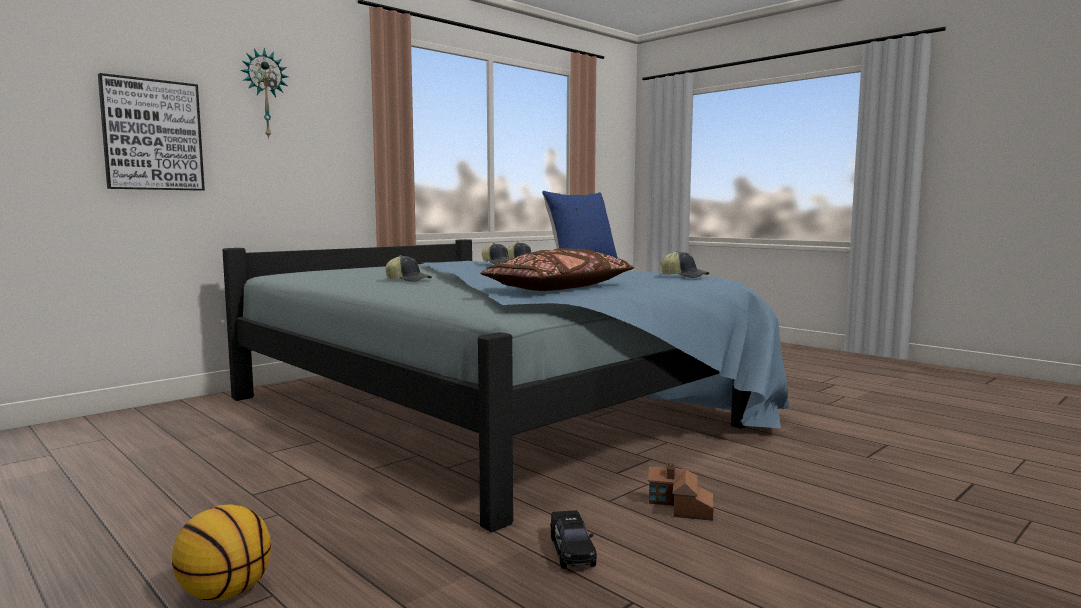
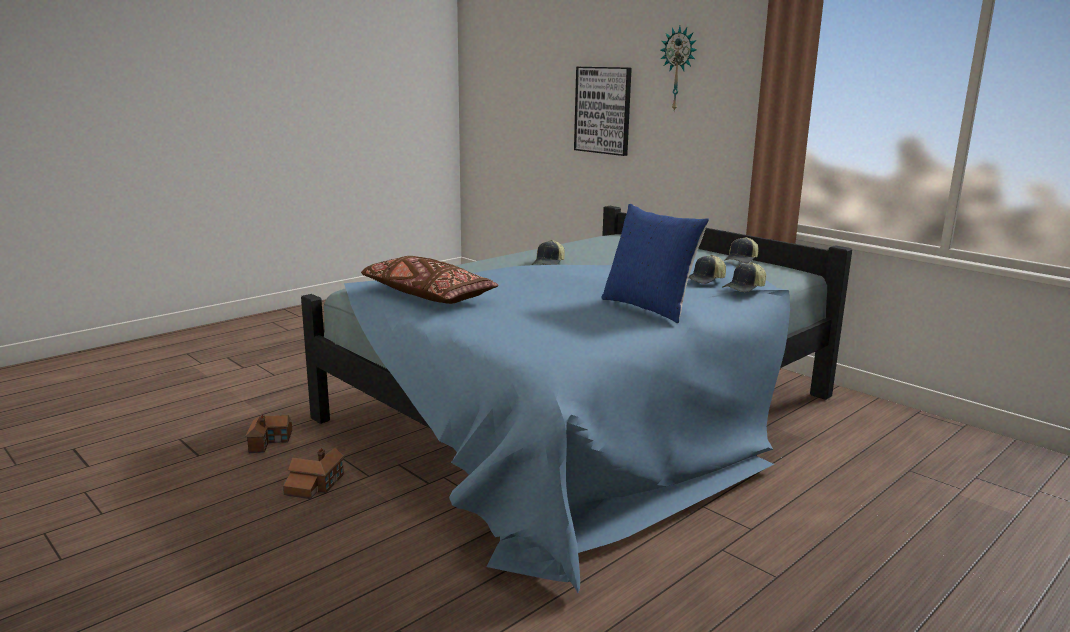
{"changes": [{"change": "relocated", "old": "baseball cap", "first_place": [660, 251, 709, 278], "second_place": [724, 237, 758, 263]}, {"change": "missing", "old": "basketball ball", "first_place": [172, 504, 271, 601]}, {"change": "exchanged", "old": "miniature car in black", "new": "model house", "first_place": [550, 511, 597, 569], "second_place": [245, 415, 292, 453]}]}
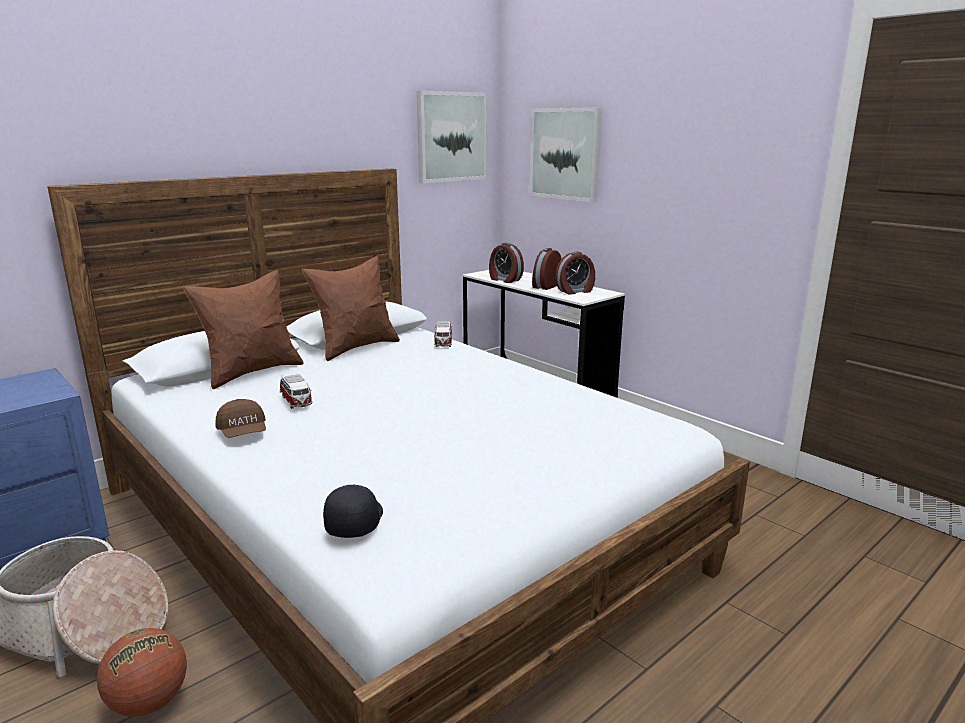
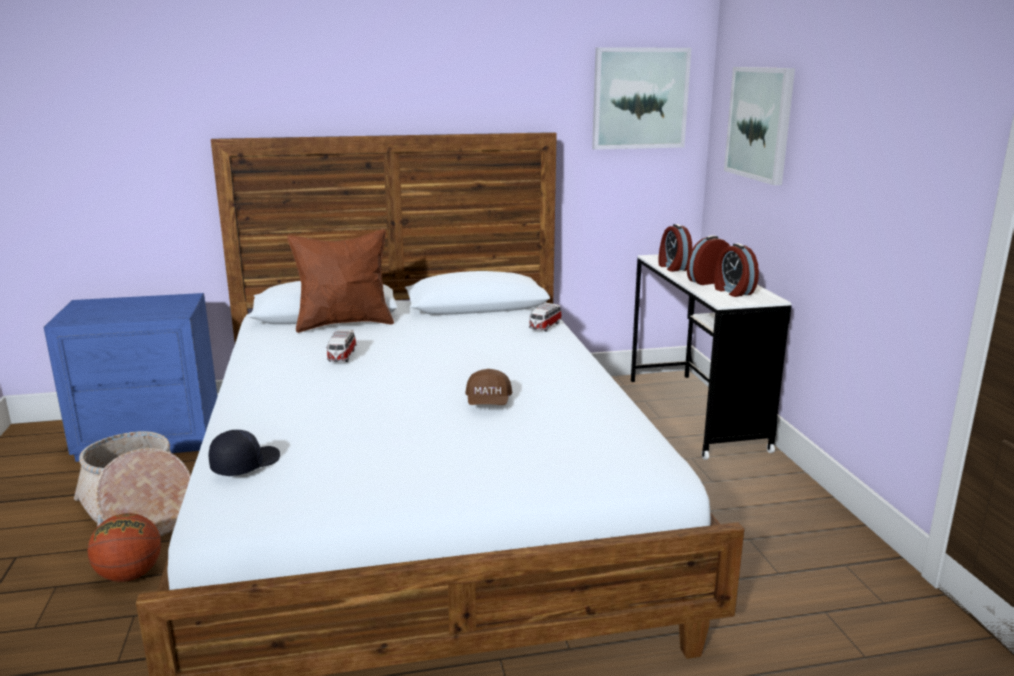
{"changes": [{"change": "spun", "old": "table clock", "first_place": [555, 252, 595, 295], "second_place": [714, 244, 759, 297], "degrees": 60}, {"change": "missing", "old": "pillow in brown-coloured", "first_place": [302, 256, 400, 361]}, {"change": "relocated", "old": "baseball cap in brown-coloured", "first_place": [215, 399, 266, 438], "second_place": [465, 369, 512, 405]}]}
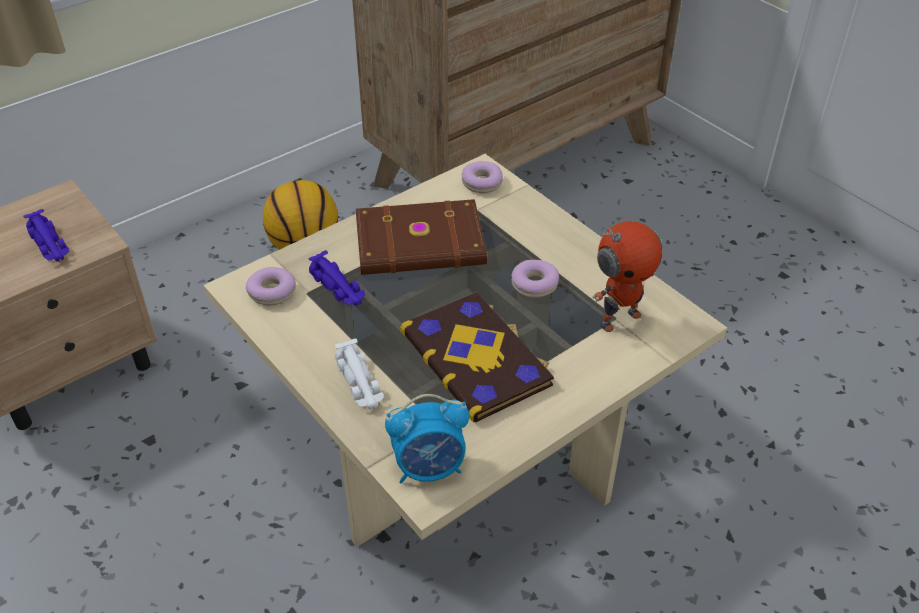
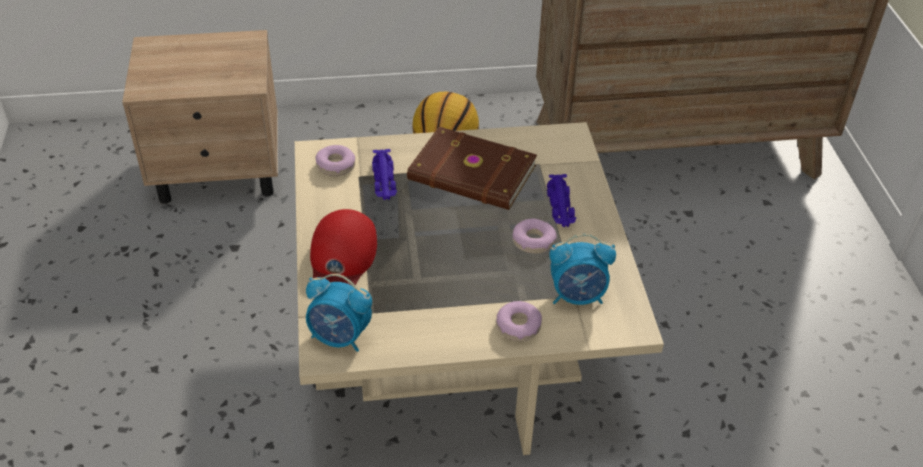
{"changes": [{"change": "relocated", "old": "donut", "first_place": [462, 161, 503, 193], "second_place": [496, 301, 542, 342]}, {"change": "relocated", "old": "miniature car in purple", "first_place": [23, 209, 69, 261], "second_place": [547, 174, 576, 227]}, {"change": "exchanged", "old": "toy robot", "new": "table clock", "first_place": [593, 221, 662, 332], "second_place": [549, 234, 616, 305]}, {"change": "missing", "old": "bound book", "first_place": [400, 292, 554, 422]}, {"change": "exchanged", "old": "miniature car in white", "new": "baseball cap in red-coloured", "first_place": [335, 338, 383, 409], "second_place": [310, 209, 377, 285]}]}
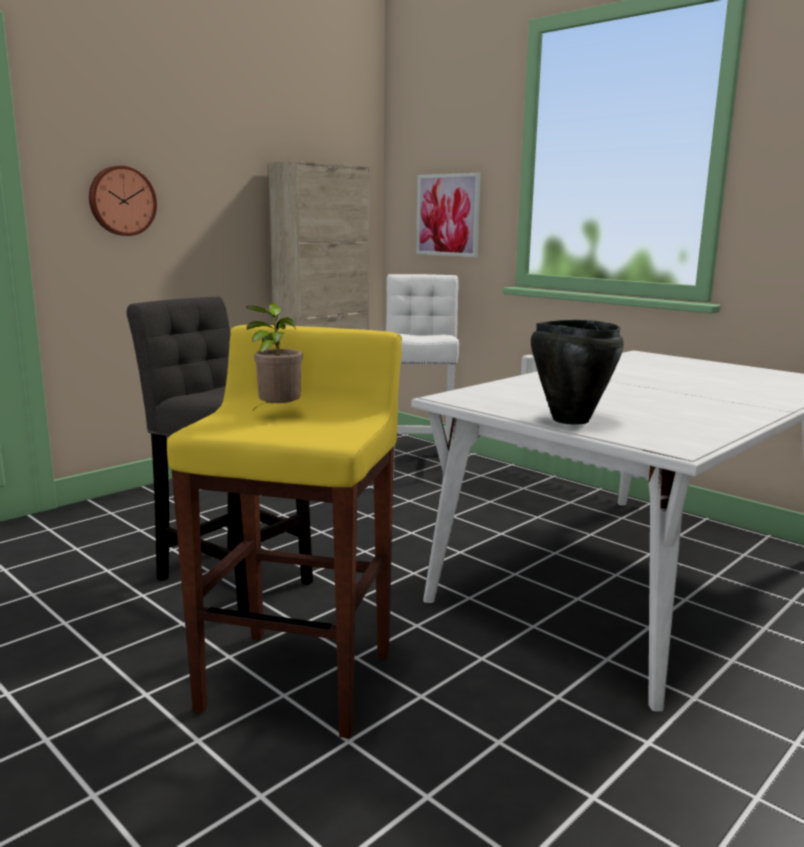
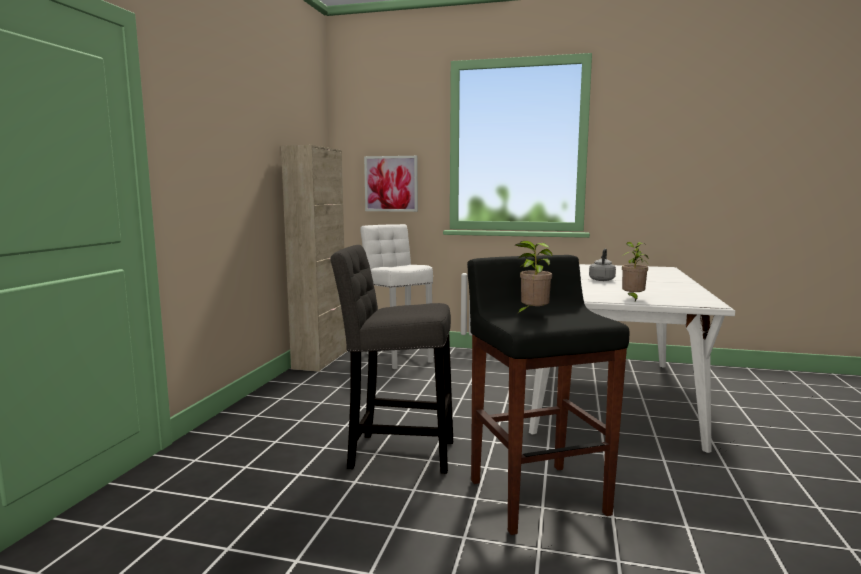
{"changes": [{"change": "missing", "old": "hanging clock", "first_place": [89, 165, 157, 236]}, {"change": "exchanged", "old": "cooking pot in black", "new": "plant in a pot", "first_place": [531, 320, 624, 425], "second_place": [622, 242, 649, 301]}, {"change": "colour", "old": "sitting stool in yellow", "new": "sitting stool in black", "first_place": [167, 325, 402, 739], "second_place": [467, 255, 629, 535]}, {"change": "appeared", "new": "kettle in greyish", "second_place": [589, 249, 616, 281]}]}
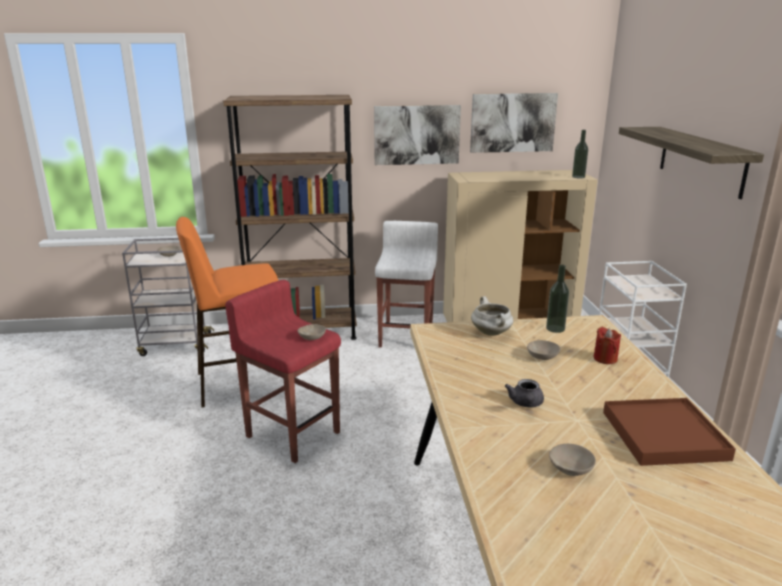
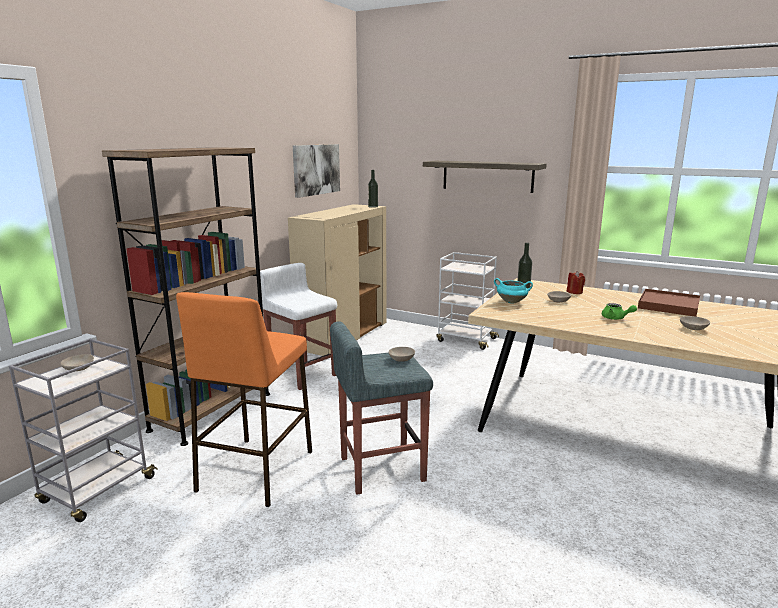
{"changes": [{"change": "missing", "old": "picture", "first_place": [374, 105, 461, 165]}, {"change": "colour", "old": "sitting stool in red-coloured", "new": "sitting stool in greyish", "first_place": [225, 280, 341, 463], "second_place": [330, 321, 433, 495]}, {"change": "colour", "old": "cooking pot in white", "new": "cooking pot in turquoise-coloured", "first_place": [471, 296, 513, 336], "second_place": [494, 278, 533, 304]}, {"change": "colour", "old": "teapot in greyish", "new": "teapot in green", "first_place": [505, 379, 544, 407], "second_place": [602, 303, 637, 320]}]}
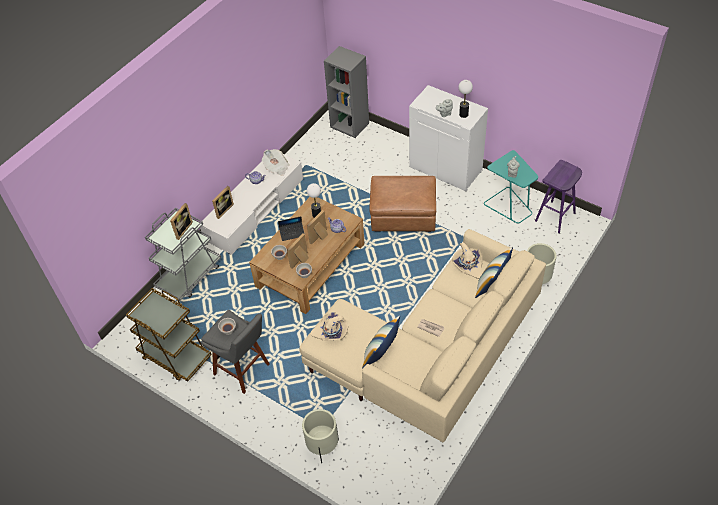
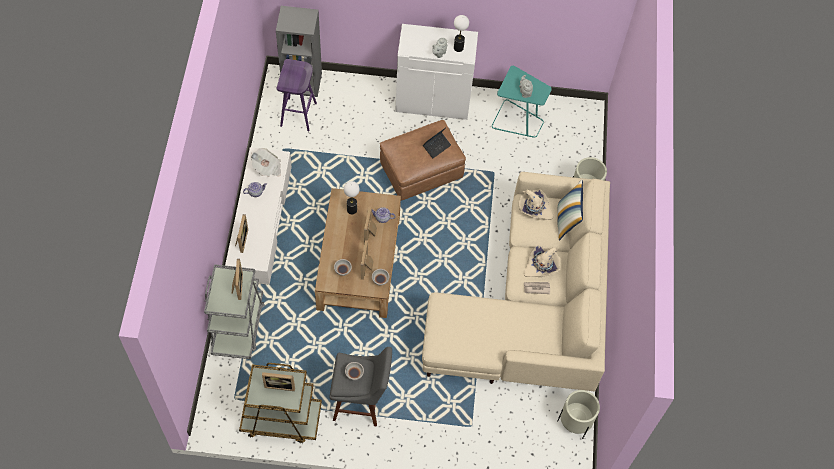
{"changes": [{"change": "relocated", "old": "sitting stool in purple", "first_place": [535, 160, 582, 233], "second_place": [276, 59, 317, 131]}, {"change": "relocated", "old": "laptop", "first_place": [278, 216, 305, 241], "second_place": [423, 128, 451, 158]}, {"change": "relocated", "old": "wearable hat in beige-coloured", "first_place": [310, 312, 348, 341], "second_place": [524, 246, 560, 277]}, {"change": "missing", "old": "pillow", "first_place": [362, 316, 400, 369]}, {"change": "relocated", "old": "plant pot in beige-coloured", "first_place": [302, 409, 339, 463], "second_place": [557, 390, 600, 439]}, {"change": "appeared", "new": "standing frame", "second_place": [262, 372, 295, 391]}]}
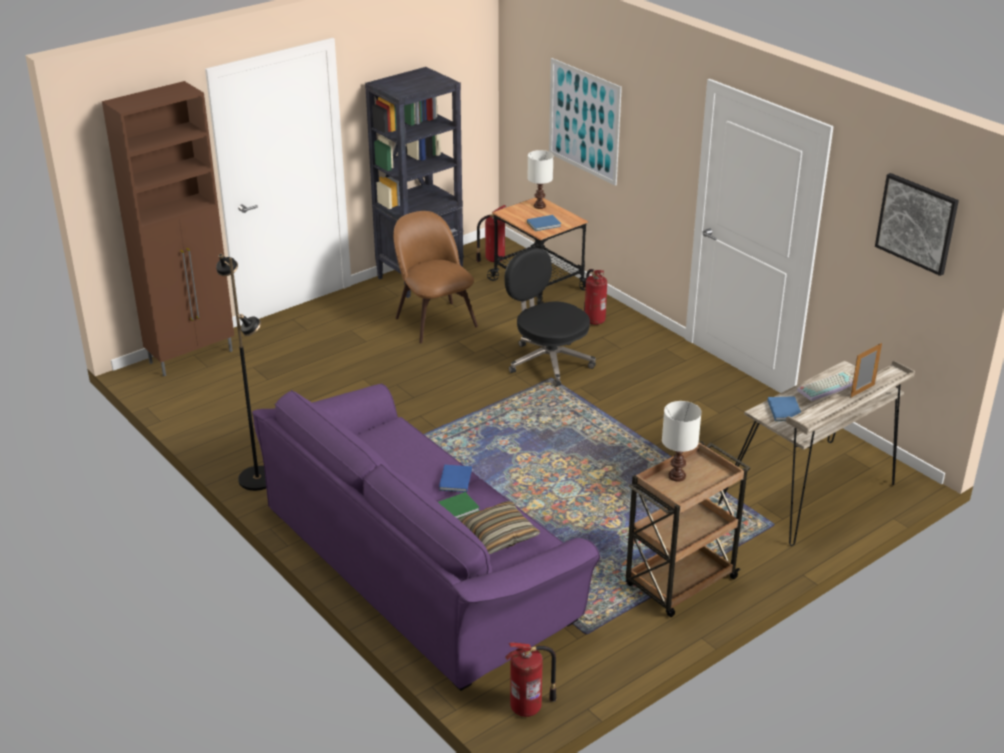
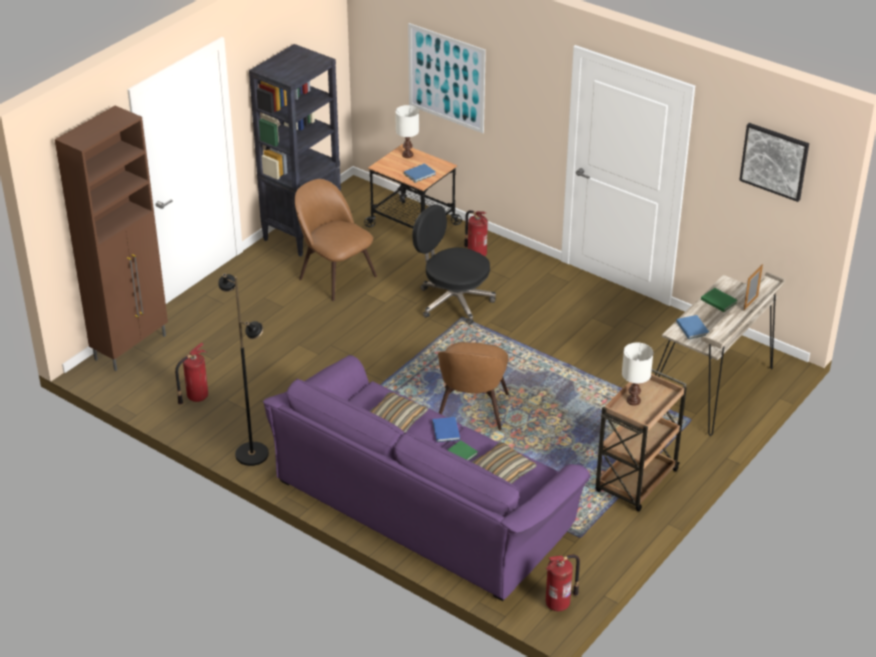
{"changes": [{"change": "relocated", "old": "extinguisher", "first_place": [476, 205, 506, 262], "second_place": [175, 343, 208, 405]}, {"change": "exchanged", "old": "keyboard", "new": "bound book in green", "first_place": [797, 371, 854, 401], "second_place": [701, 288, 737, 312]}, {"change": "appeared", "new": "upright chair in brown-coloured", "second_place": [438, 342, 509, 430]}, {"change": "appeared", "new": "pillow", "second_place": [370, 392, 428, 432]}]}
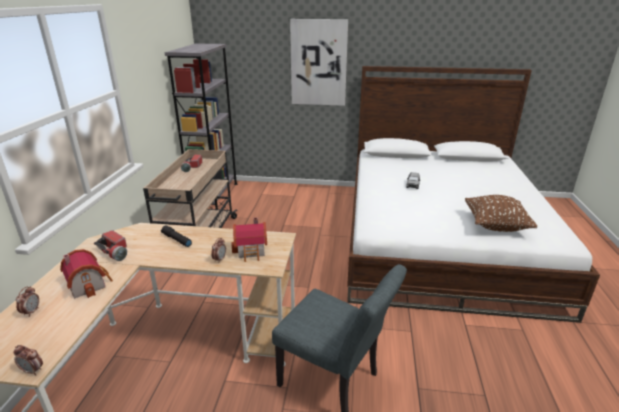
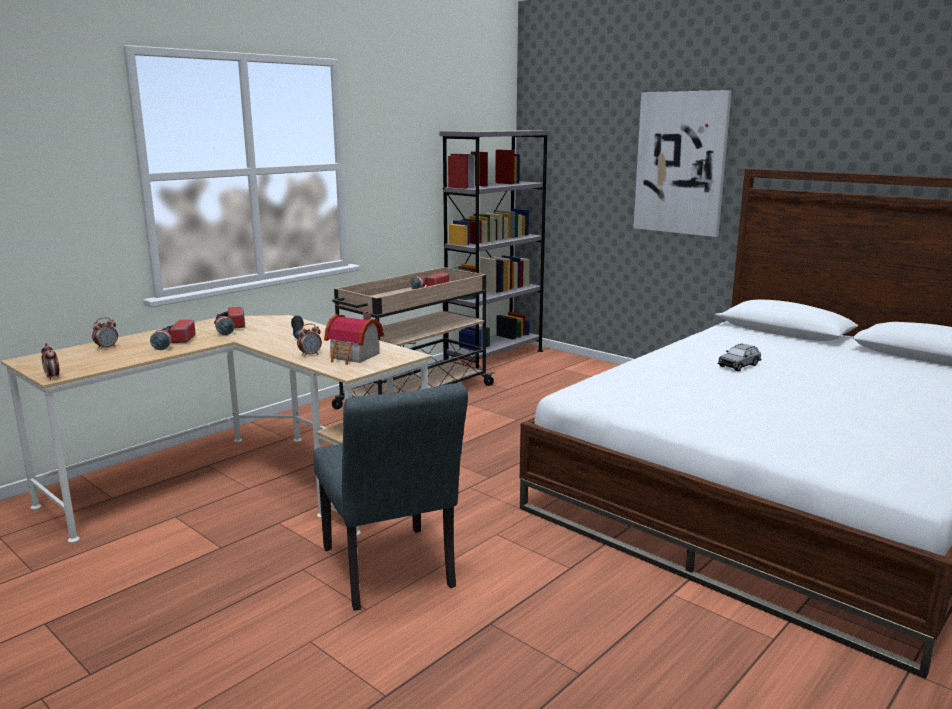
{"changes": [{"change": "missing", "old": "pillow in brown-coloured", "first_place": [465, 195, 537, 232]}, {"change": "exchanged", "old": "model house", "new": "torch", "first_place": [60, 249, 113, 299], "second_place": [150, 319, 196, 350]}]}
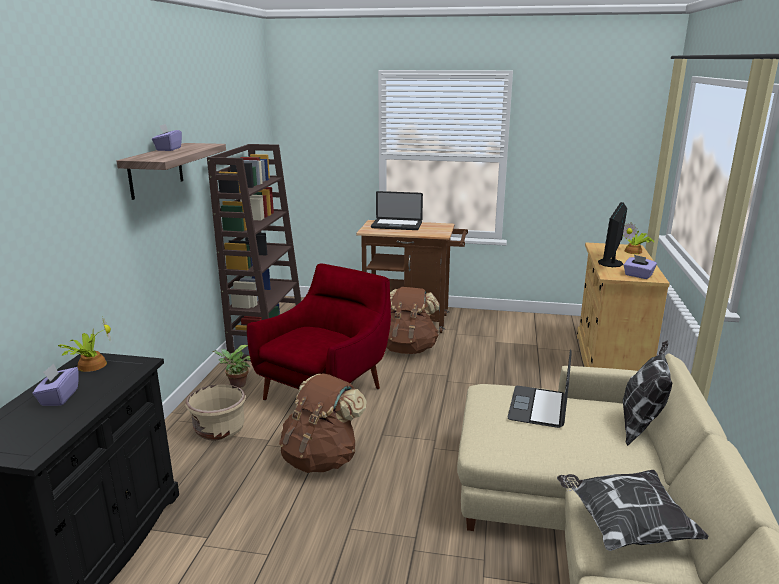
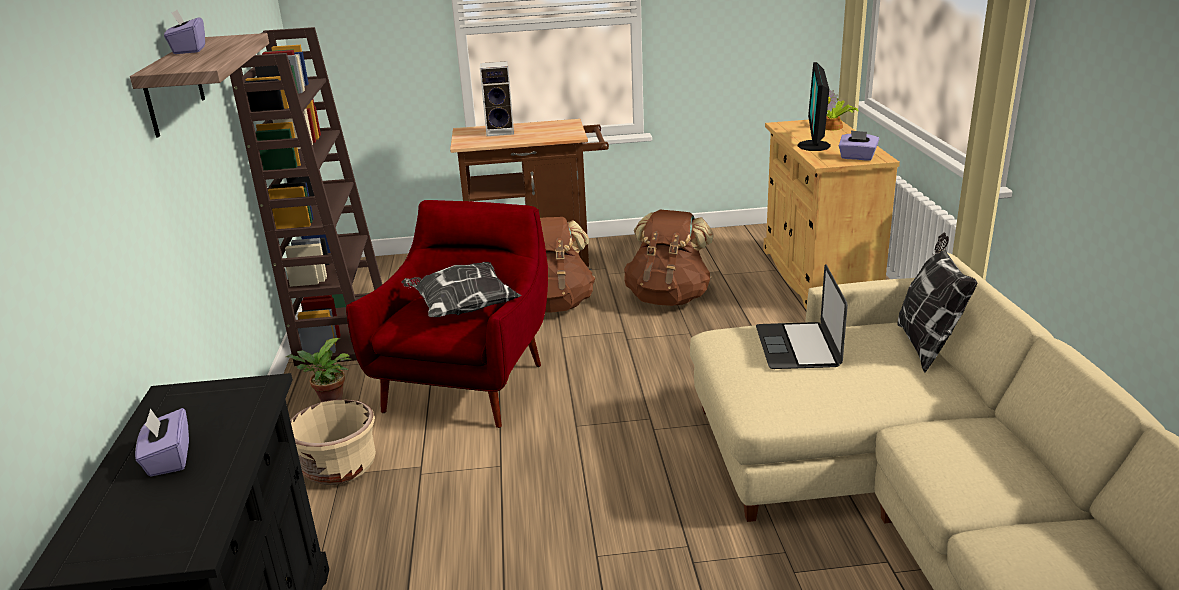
{"changes": [{"change": "exchanged", "old": "laptop", "new": "audio speaker", "first_place": [371, 191, 423, 230], "second_place": [480, 61, 514, 136]}, {"change": "missing", "old": "plant in a pot", "first_place": [58, 318, 112, 372]}, {"change": "relocated", "old": "rucksack in brown-coloured", "first_place": [279, 373, 367, 473], "second_place": [624, 209, 714, 306]}, {"change": "relocated", "old": "pillow", "first_place": [557, 470, 709, 551], "second_place": [401, 262, 522, 317]}]}
